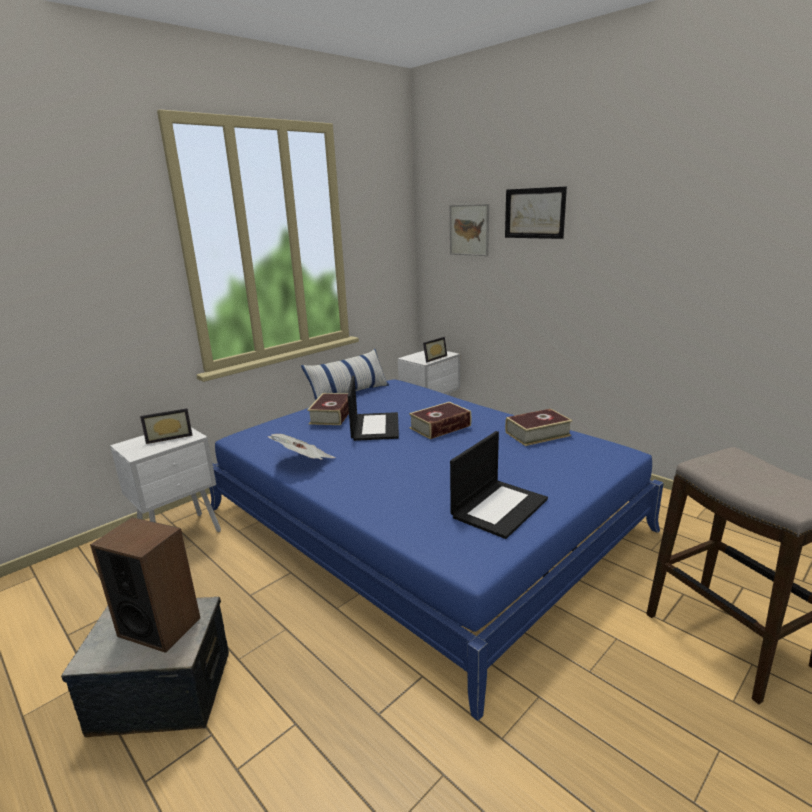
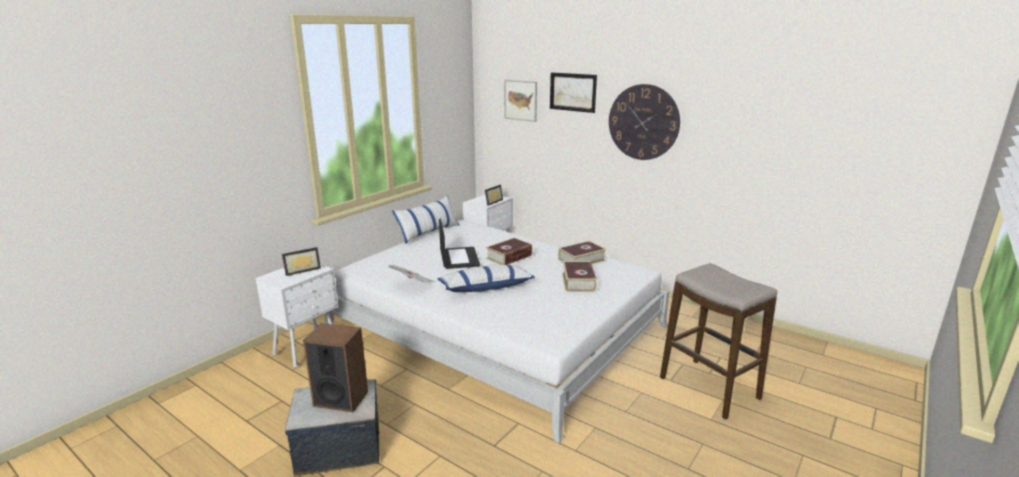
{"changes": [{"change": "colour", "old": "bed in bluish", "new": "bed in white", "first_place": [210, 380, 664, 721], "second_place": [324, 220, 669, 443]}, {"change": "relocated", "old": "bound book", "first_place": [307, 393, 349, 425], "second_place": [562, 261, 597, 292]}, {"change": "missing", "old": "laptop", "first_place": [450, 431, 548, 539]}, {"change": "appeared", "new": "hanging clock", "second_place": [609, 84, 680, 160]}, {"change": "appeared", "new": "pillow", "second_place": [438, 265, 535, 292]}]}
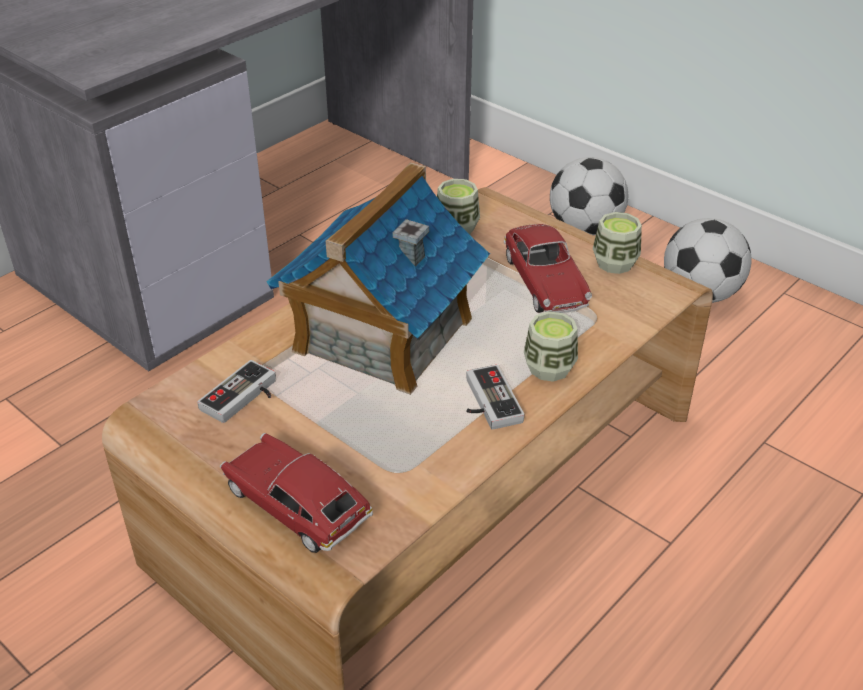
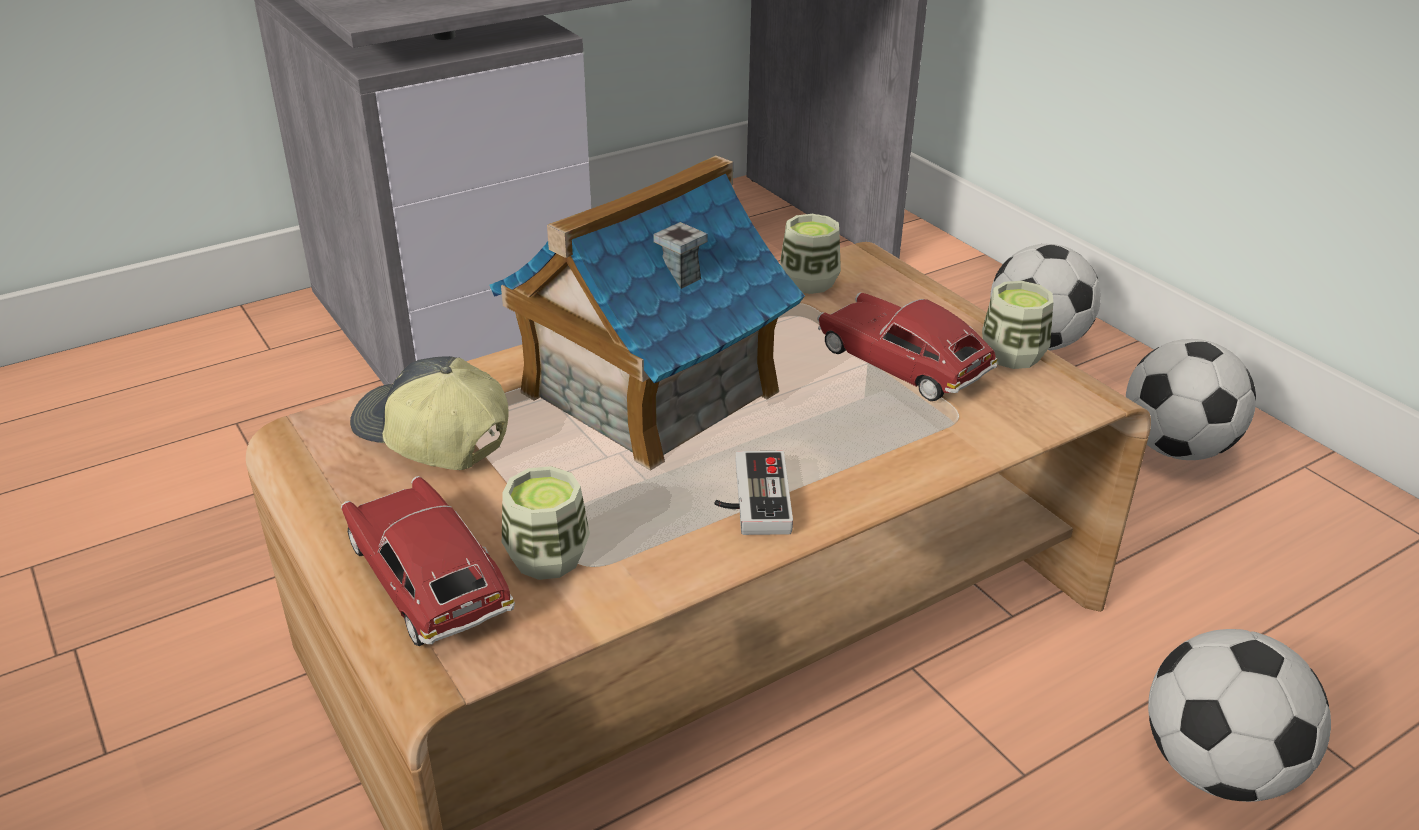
{"changes": [{"change": "spun", "old": "miniature car", "first_place": [504, 224, 592, 313], "second_place": [817, 292, 997, 401], "degrees": 135}, {"change": "relocated", "old": "drinking cup", "first_place": [524, 311, 578, 382], "second_place": [502, 466, 590, 580]}, {"change": "exchanged", "old": "game controller", "new": "baseball cap", "first_place": [197, 360, 276, 423], "second_place": [350, 356, 509, 470]}, {"change": "appeared", "new": "football ball", "second_place": [1148, 629, 1331, 802]}]}
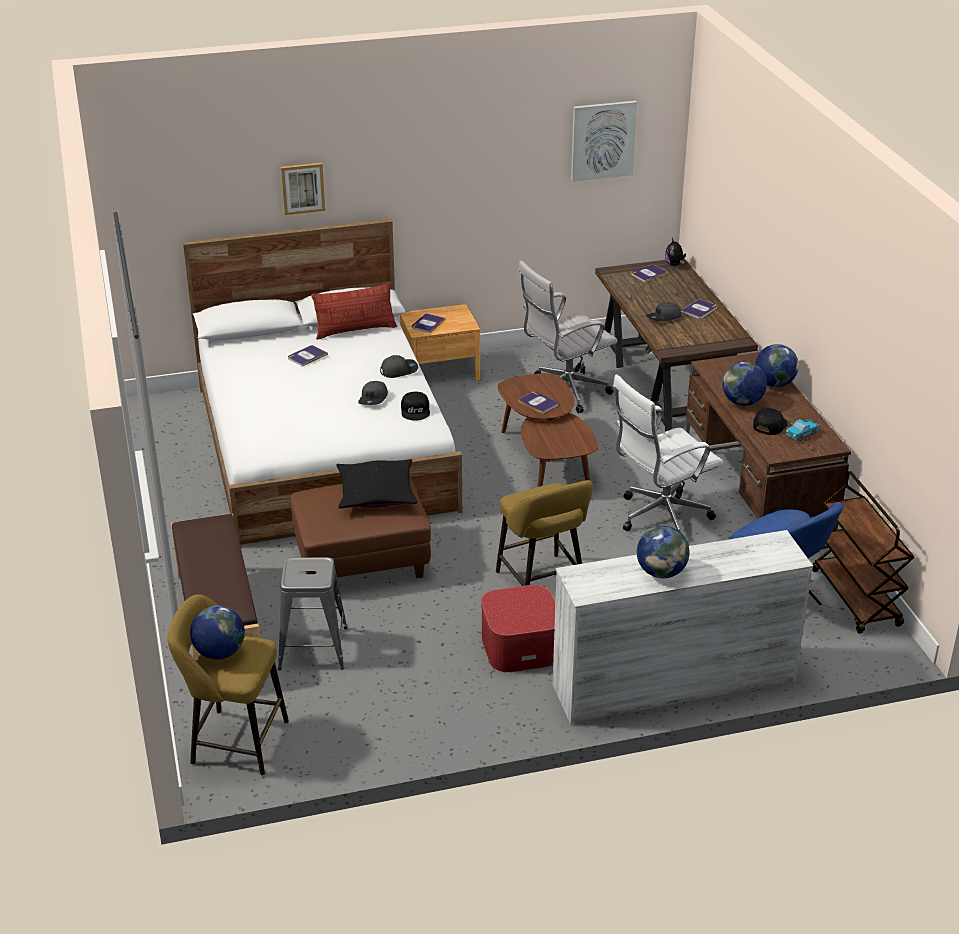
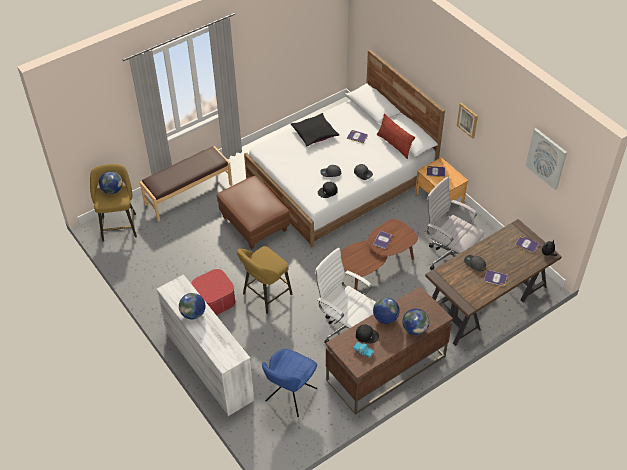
{"changes": [{"change": "relocated", "old": "picture", "first_place": [281, 163, 325, 215], "second_place": [457, 103, 478, 139]}, {"change": "relocated", "old": "pillow in black", "first_place": [337, 459, 417, 509], "second_place": [290, 113, 339, 147]}, {"change": "missing", "old": "trolley in brown-coloured", "first_place": [812, 471, 915, 634]}, {"change": "missing", "old": "sitting stool in greyish", "first_place": [278, 557, 348, 670]}]}
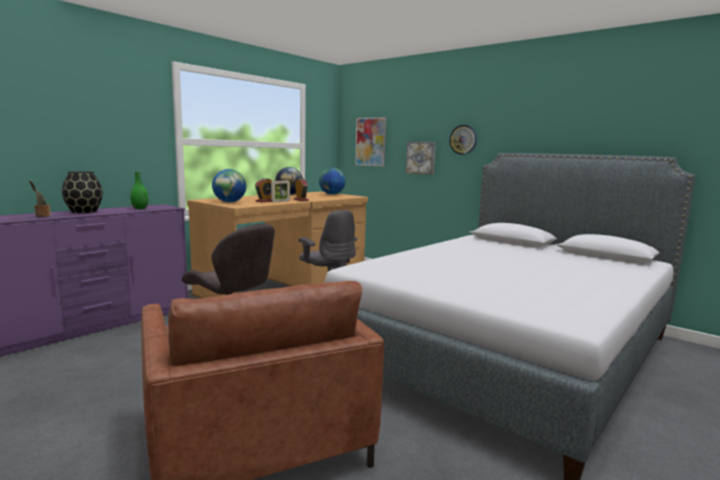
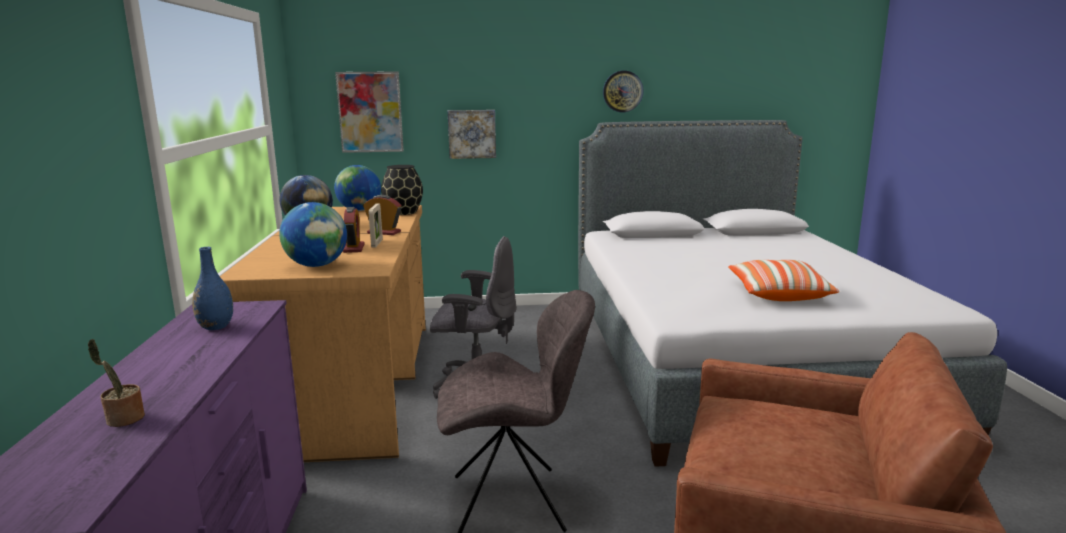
{"changes": [{"change": "relocated", "old": "hanging clock", "first_place": [449, 125, 477, 155], "second_place": [603, 71, 644, 112]}, {"change": "relocated", "old": "flower vase in black", "first_place": [62, 171, 103, 213], "second_place": [381, 165, 423, 215]}, {"change": "colour", "old": "flower vase in green", "new": "flower vase in bluish", "first_place": [130, 172, 149, 209], "second_place": [192, 247, 233, 330]}, {"change": "appeared", "new": "pillow", "second_place": [728, 260, 839, 301]}]}
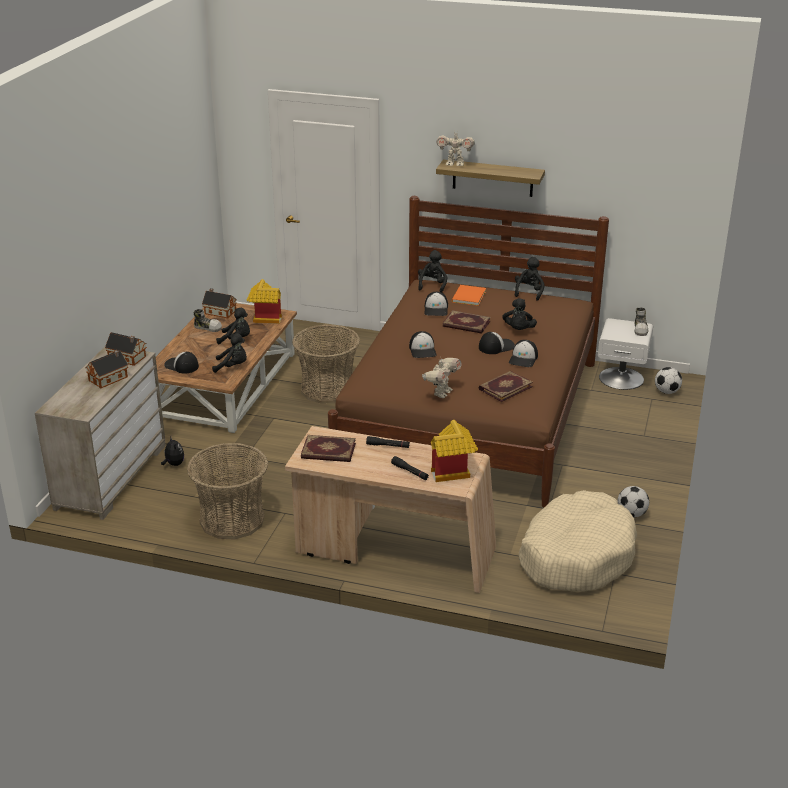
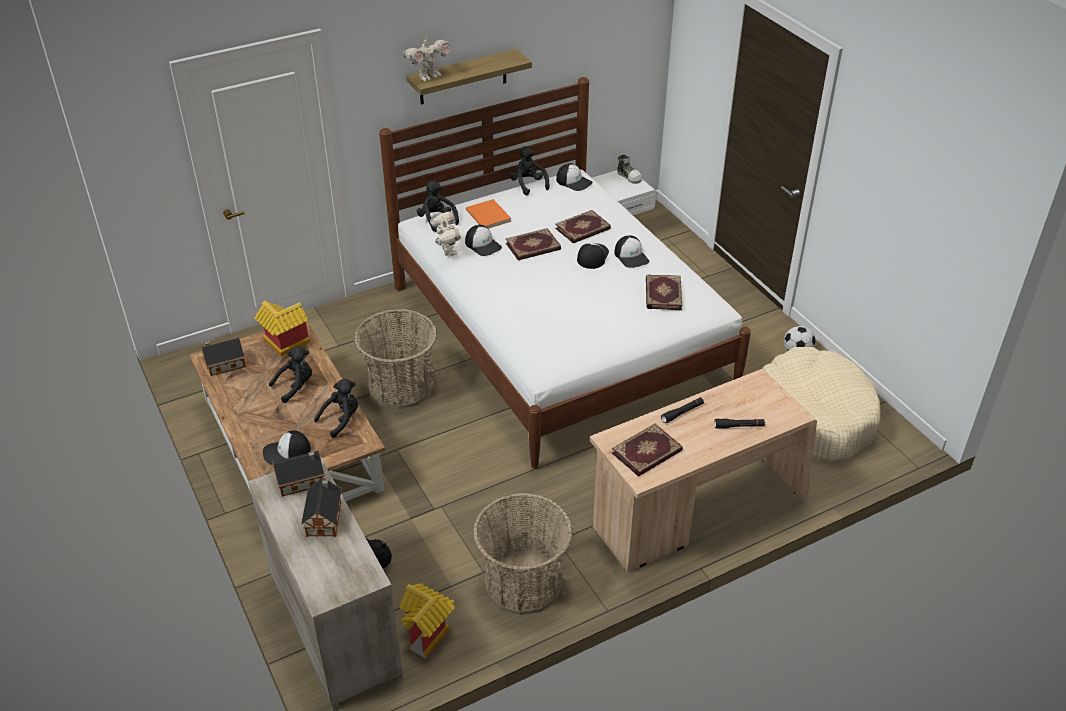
{"changes": [{"change": "colour", "old": "bed in brown-coloured", "new": "bed in white", "first_place": [328, 196, 609, 507], "second_place": [379, 77, 751, 469]}, {"change": "exchanged", "old": "soft toy in black", "new": "bound book", "first_place": [502, 298, 537, 330], "second_place": [555, 210, 611, 243]}, {"change": "missing", "old": "shoe", "first_place": [194, 309, 222, 332]}, {"change": "relocated", "old": "baseball cap", "first_place": [409, 331, 437, 358], "second_place": [556, 163, 593, 191]}, {"change": "relocated", "old": "toy robot", "first_place": [422, 358, 462, 398], "second_place": [430, 211, 461, 256]}, {"change": "missing", "old": "football ball", "first_place": [655, 367, 682, 394]}, {"change": "relocated", "old": "model house", "first_place": [431, 420, 478, 482], "second_place": [399, 583, 455, 658]}]}
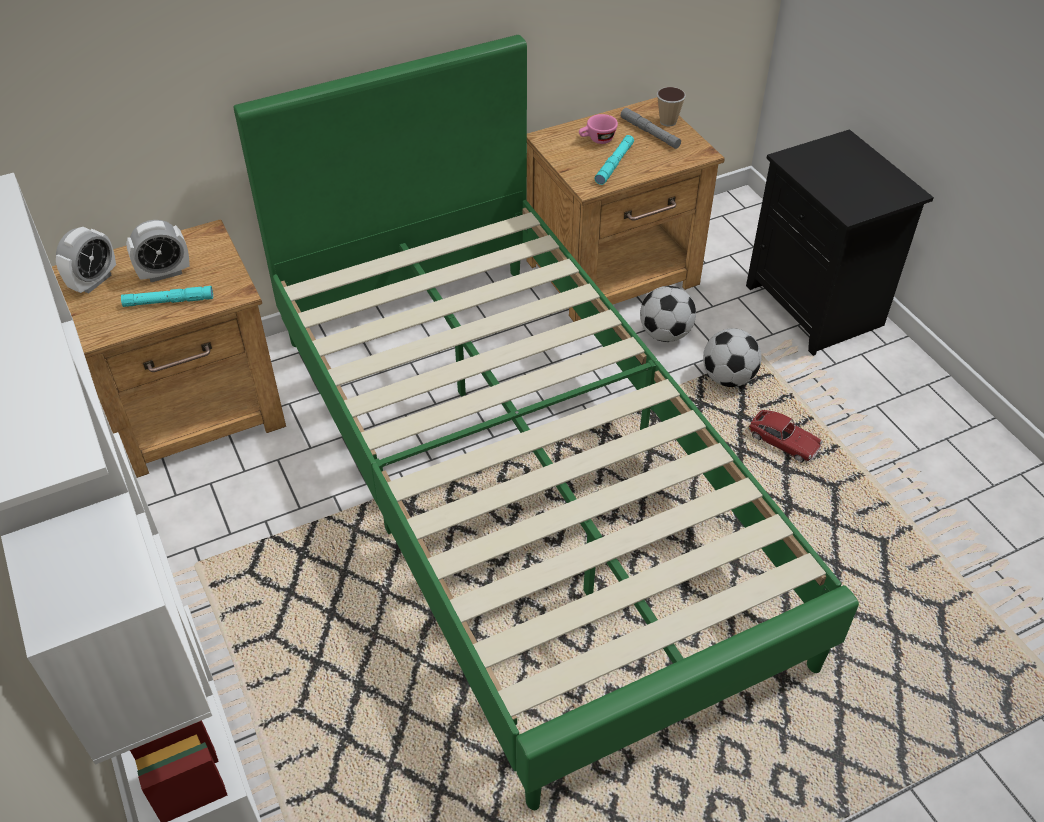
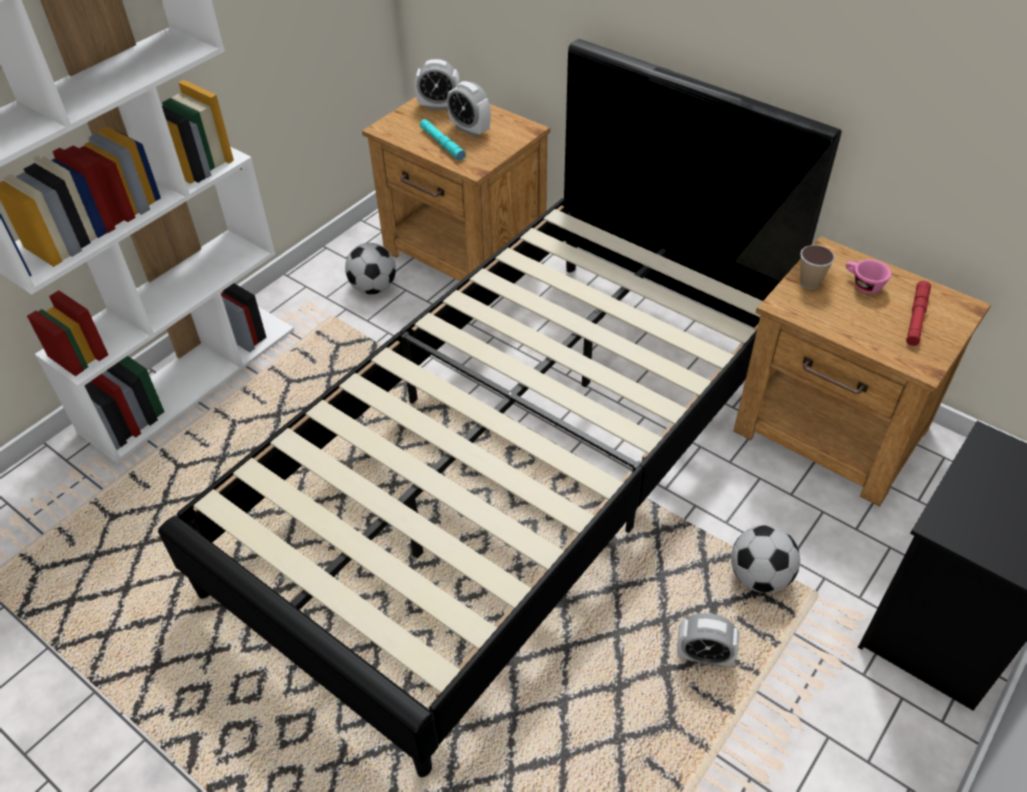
{"changes": [{"change": "colour", "old": "bed in green", "new": "bed in black", "first_place": [234, 35, 859, 810], "second_place": [158, 39, 842, 777]}, {"change": "relocated", "old": "drinking cup", "first_place": [657, 87, 686, 126], "second_place": [800, 245, 835, 289]}, {"change": "colour", "old": "torch in greyish", "new": "torch in red-coloured", "first_place": [620, 108, 681, 149], "second_place": [906, 281, 931, 346]}, {"change": "missing", "old": "torch in turquoise-coloured", "first_place": [595, 135, 634, 185]}, {"change": "relocated", "old": "football ball", "first_place": [640, 286, 696, 342], "second_place": [345, 243, 396, 294]}, {"change": "exchanged", "old": "miniature car", "new": "table clock", "first_place": [748, 410, 823, 462], "second_place": [677, 613, 739, 667]}]}
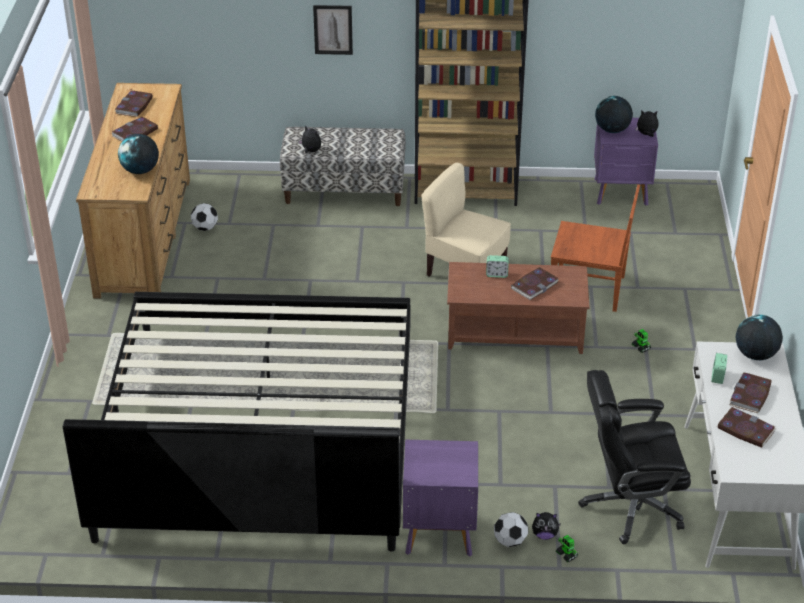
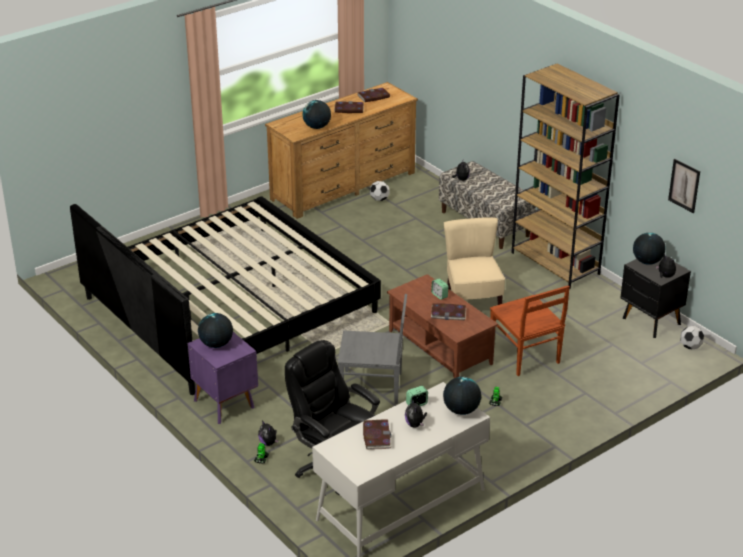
{"changes": [{"change": "relocated", "old": "picture", "first_place": [313, 5, 353, 55], "second_place": [668, 159, 700, 213]}, {"change": "colour", "old": "night table in purple", "new": "night table in black", "first_place": [594, 118, 658, 206], "second_place": [621, 258, 691, 338]}, {"change": "exchanged", "old": "bound book", "new": "soft toy", "first_place": [729, 373, 772, 413], "second_place": [405, 398, 427, 427]}, {"change": "relocated", "old": "football ball", "first_place": [494, 512, 528, 547], "second_place": [680, 326, 704, 349]}, {"change": "appeared", "new": "upright chair in greyish", "second_place": [338, 294, 407, 404]}, {"change": "appeared", "new": "globe", "second_place": [198, 313, 233, 348]}]}
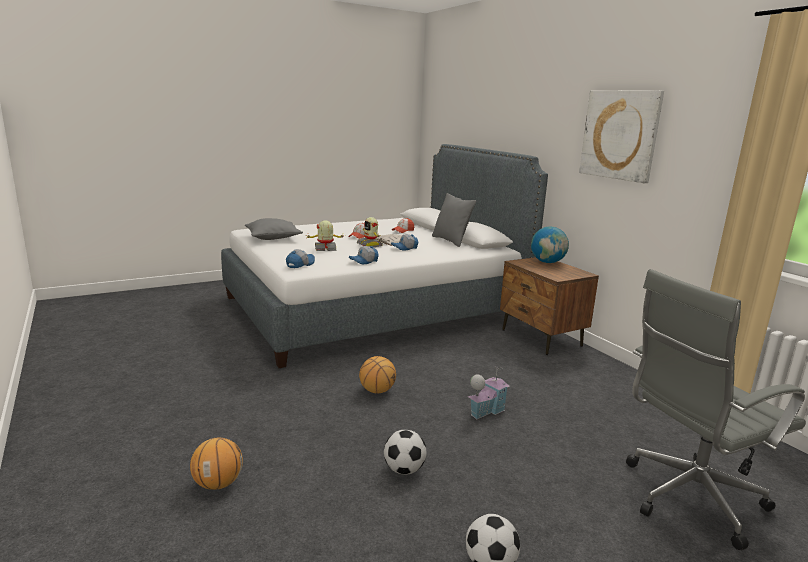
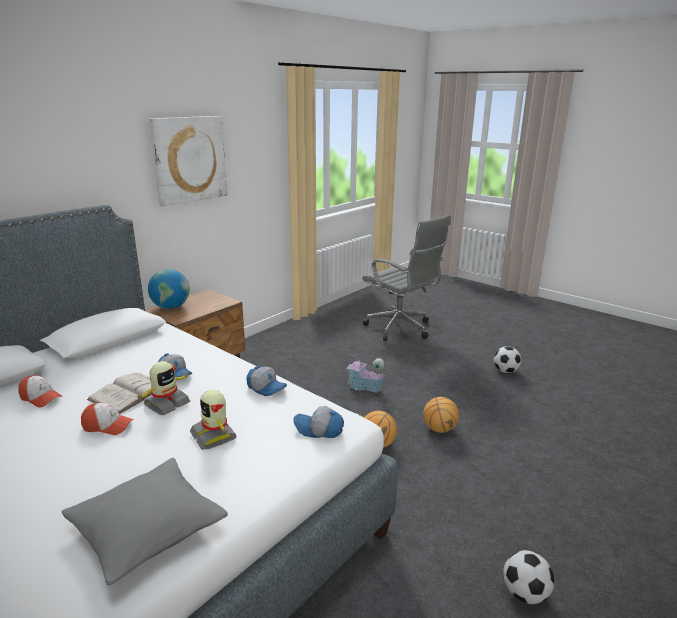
{"changes": [{"change": "missing", "old": "pillow in greyish", "first_place": [432, 193, 476, 247]}, {"change": "relocated", "old": "football ball", "first_place": [384, 430, 427, 475], "second_place": [503, 550, 554, 604]}, {"change": "relocated", "old": "basketball ball", "first_place": [190, 438, 243, 490], "second_place": [423, 397, 459, 433]}]}
